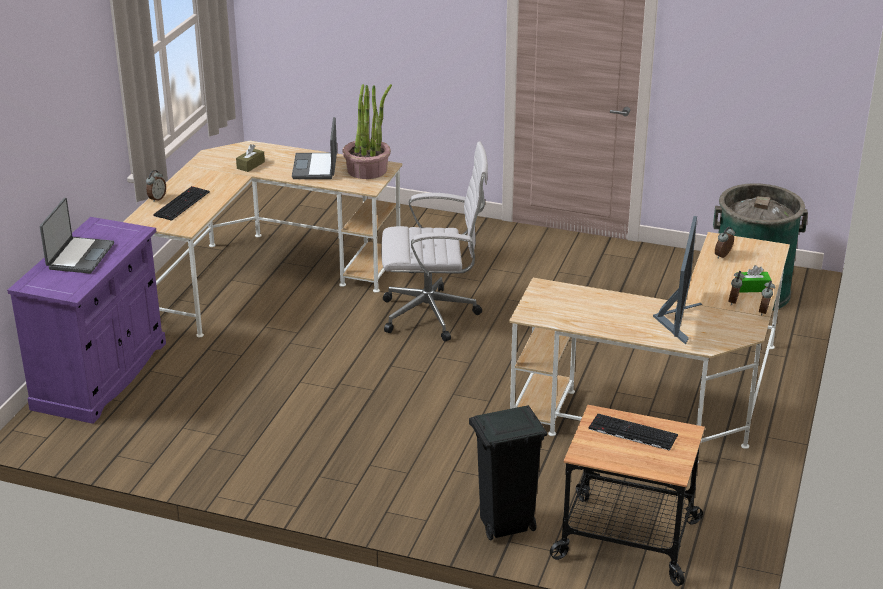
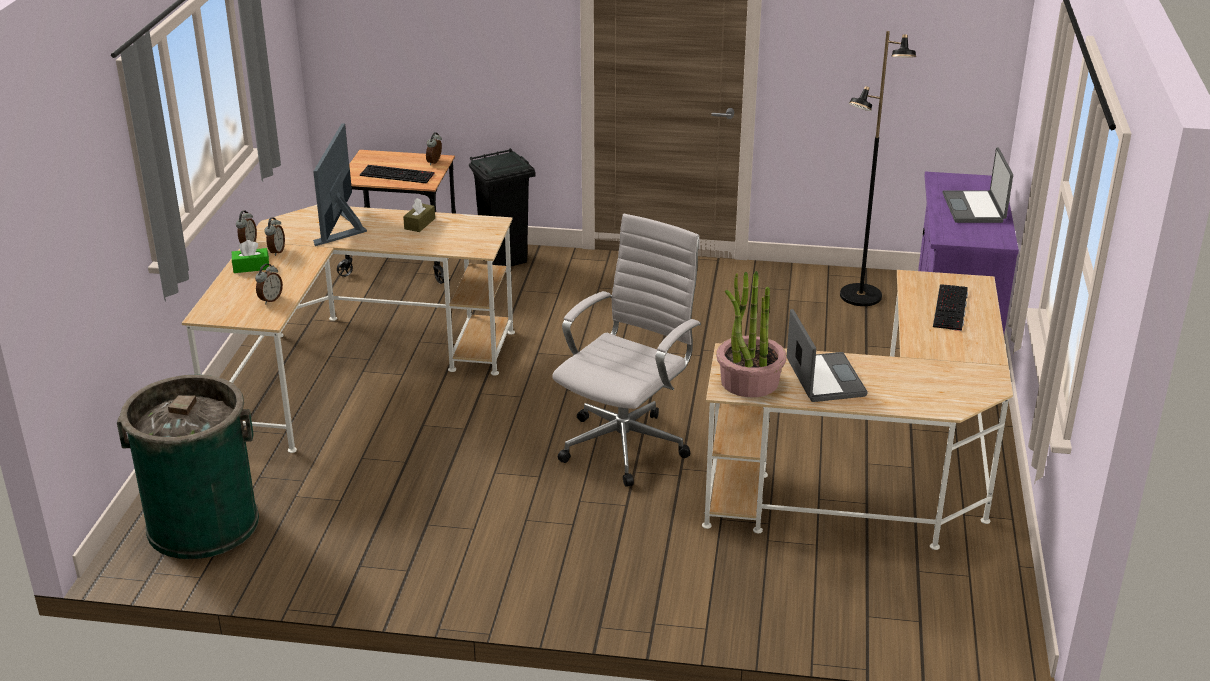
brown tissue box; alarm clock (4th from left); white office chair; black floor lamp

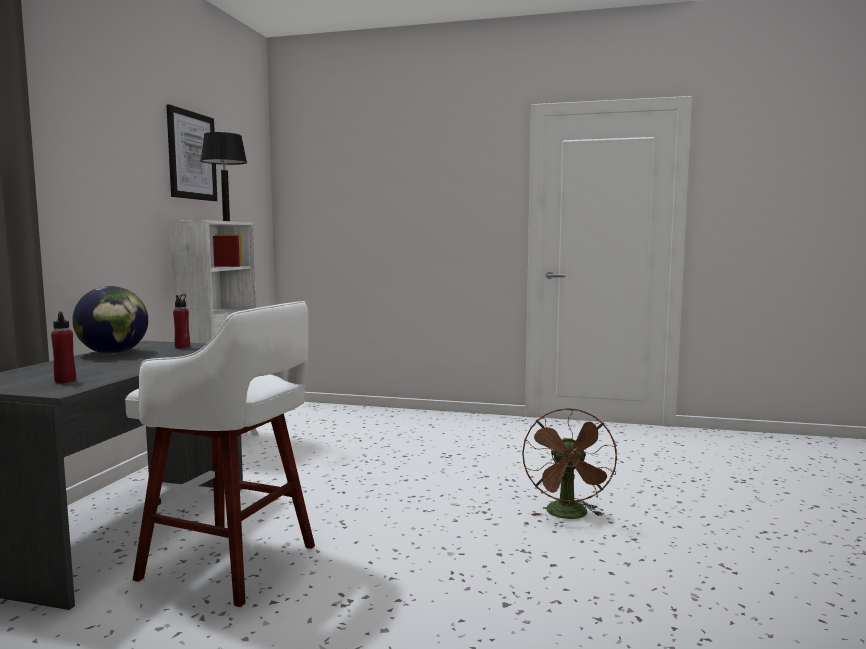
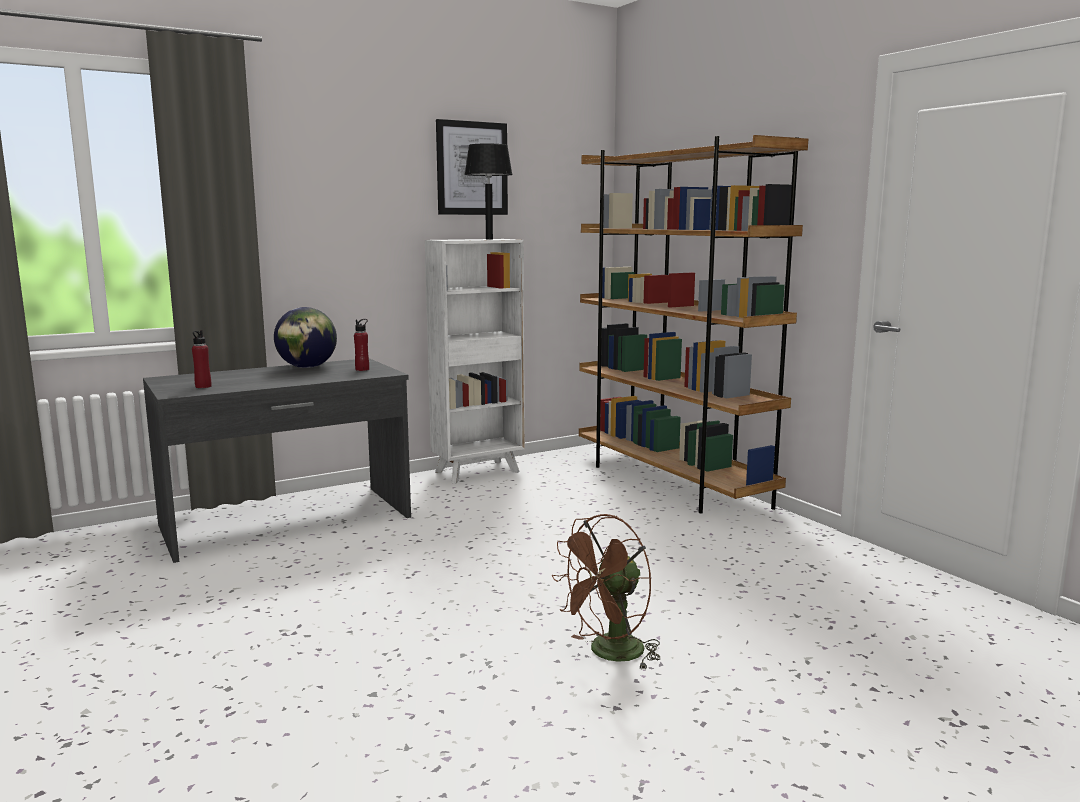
brown bookcase; white stool

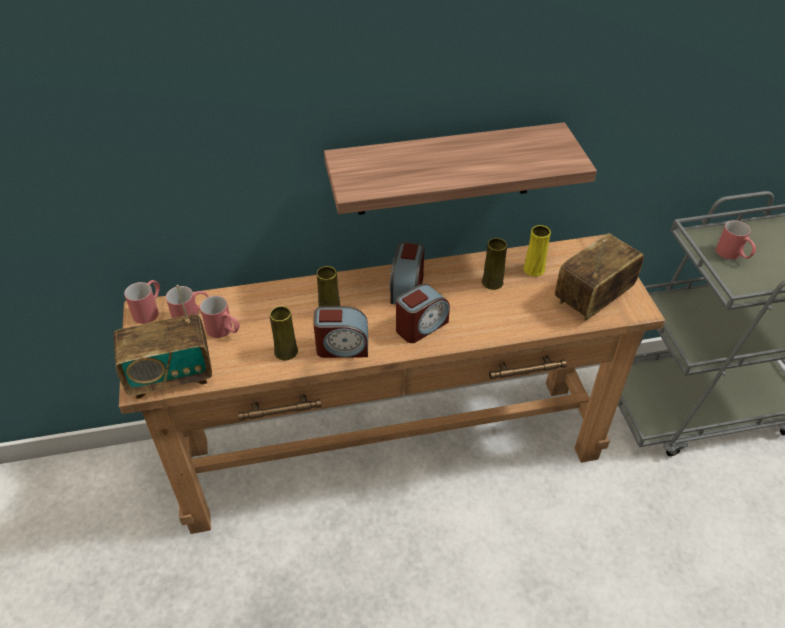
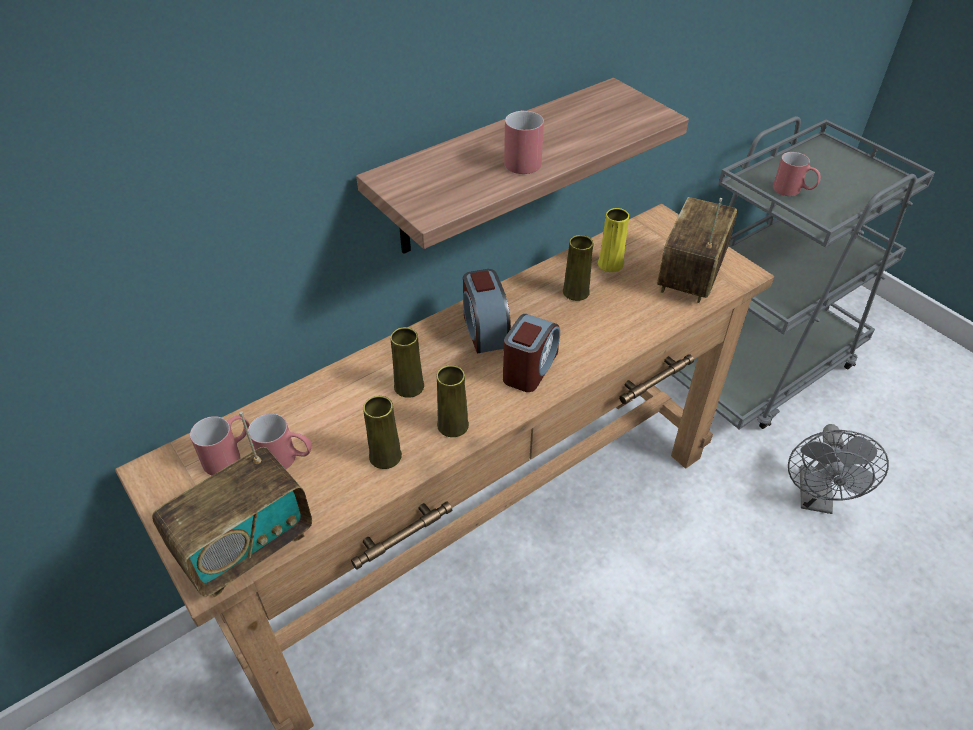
yellow vase (3rd from left); red mug (3rd from left); grey fan

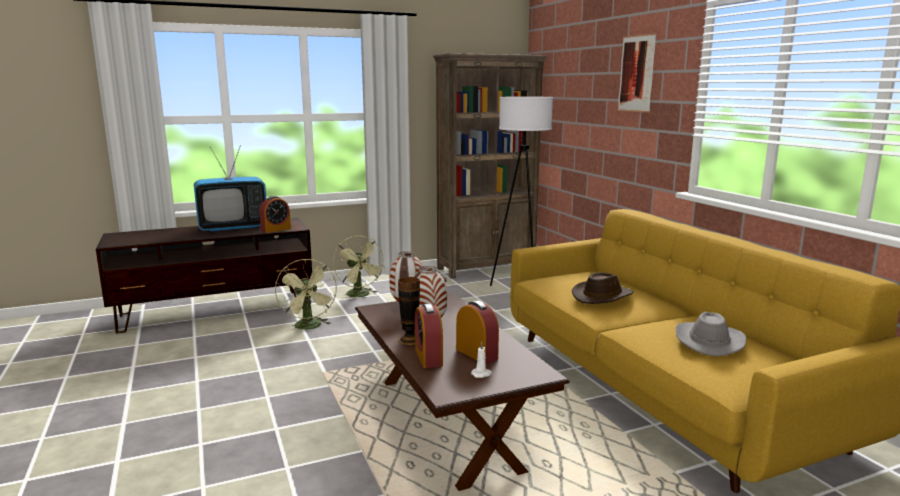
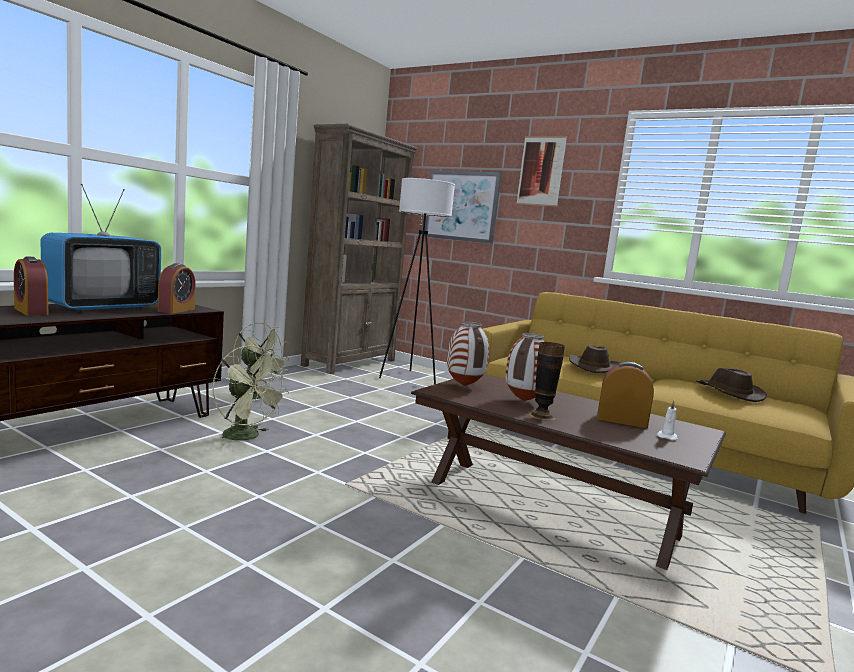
alarm clock (1st from left); picture (1st from left); brown hat (2nd from left)

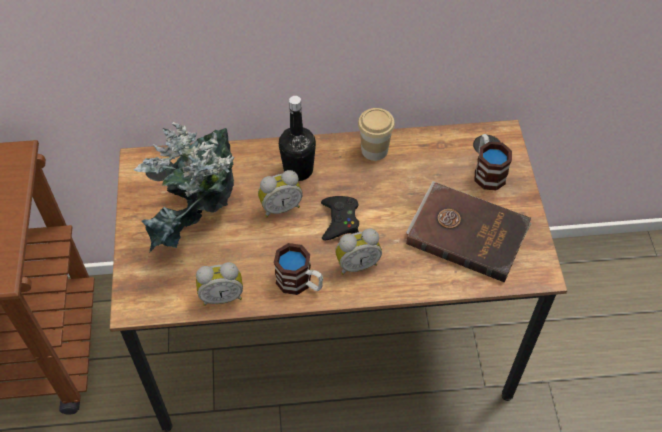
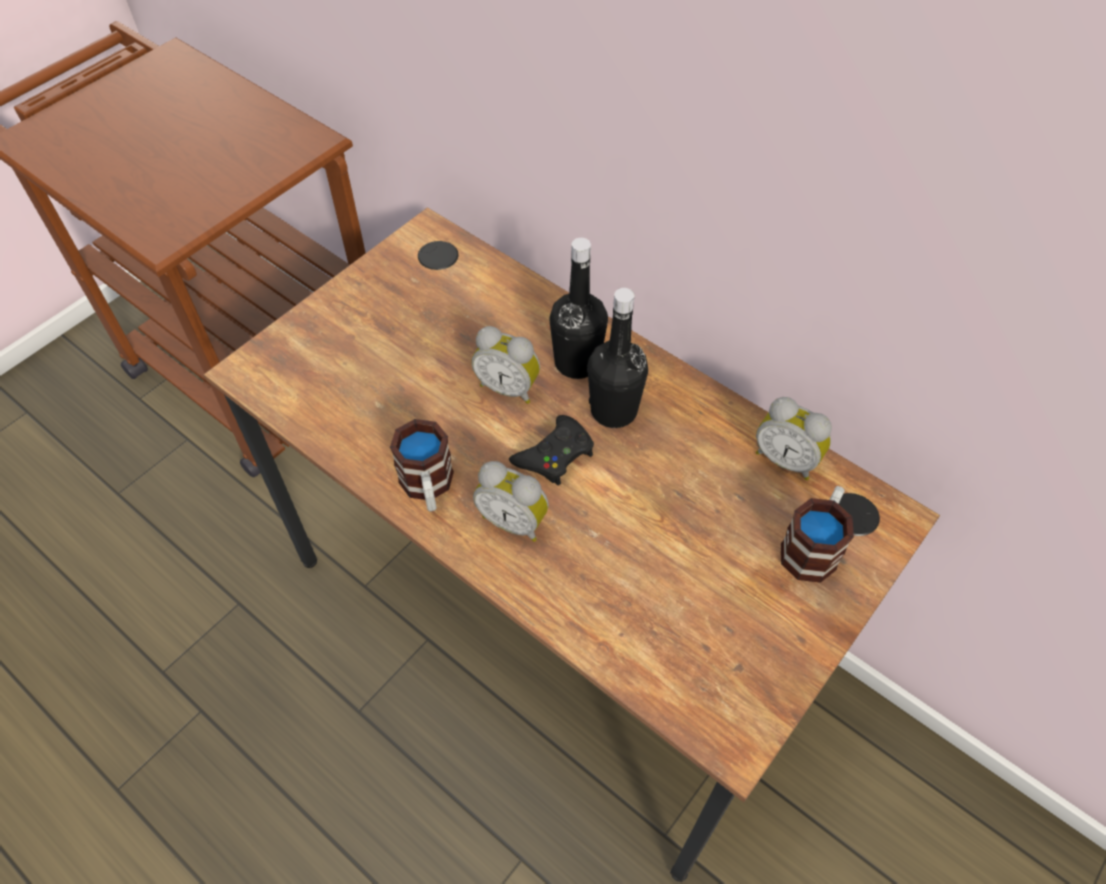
black bottle (2nd from left); alarm clock (3rd from left); potted plant; cup; brown book

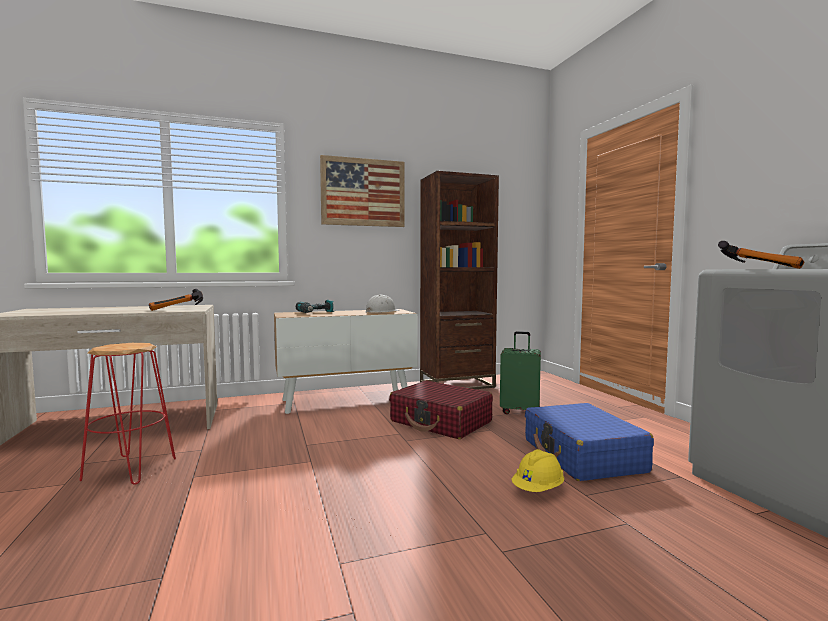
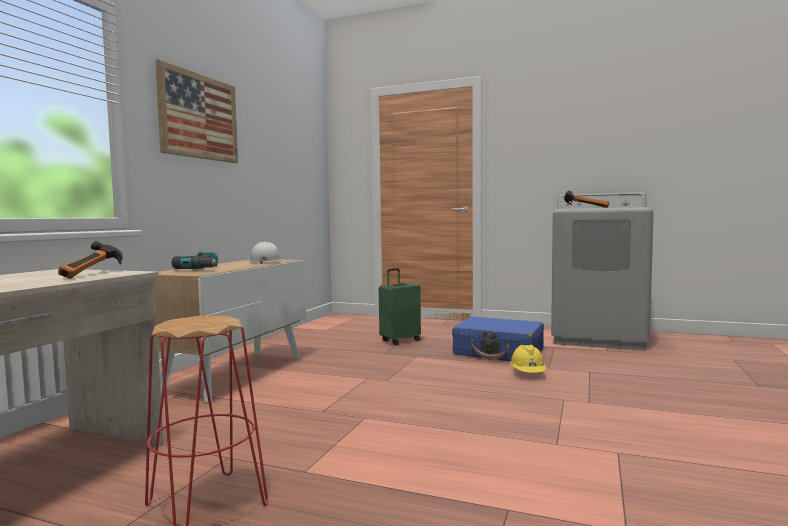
red suitcase; brown bookcase

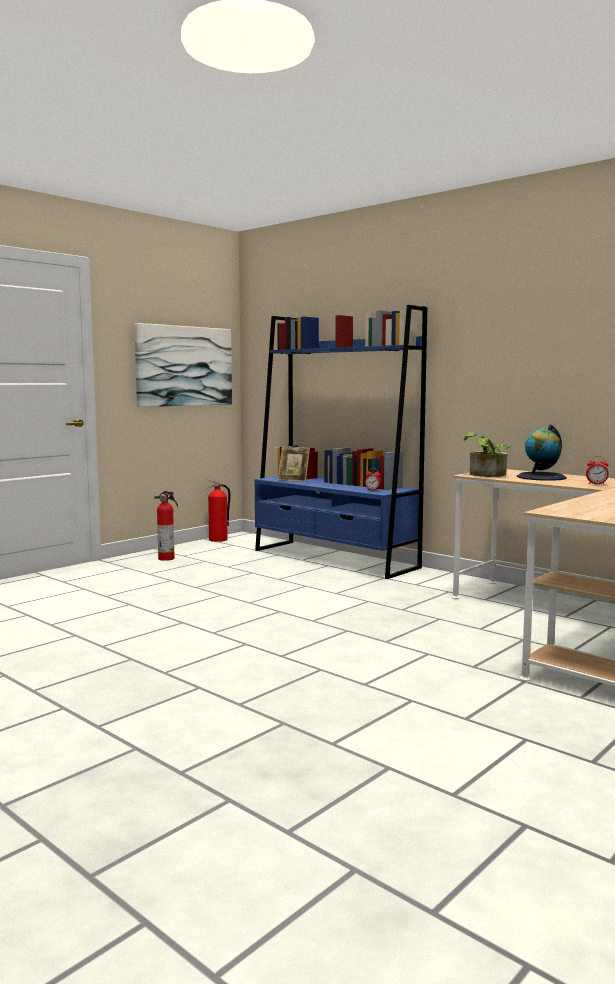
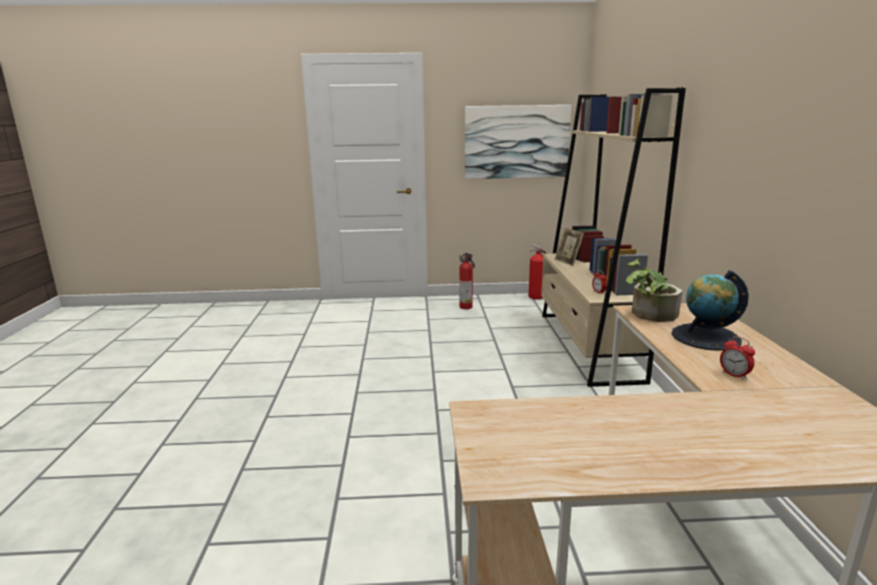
beige bookcase

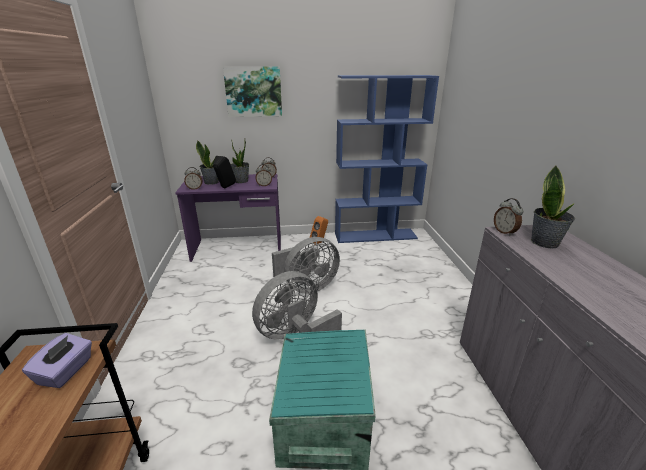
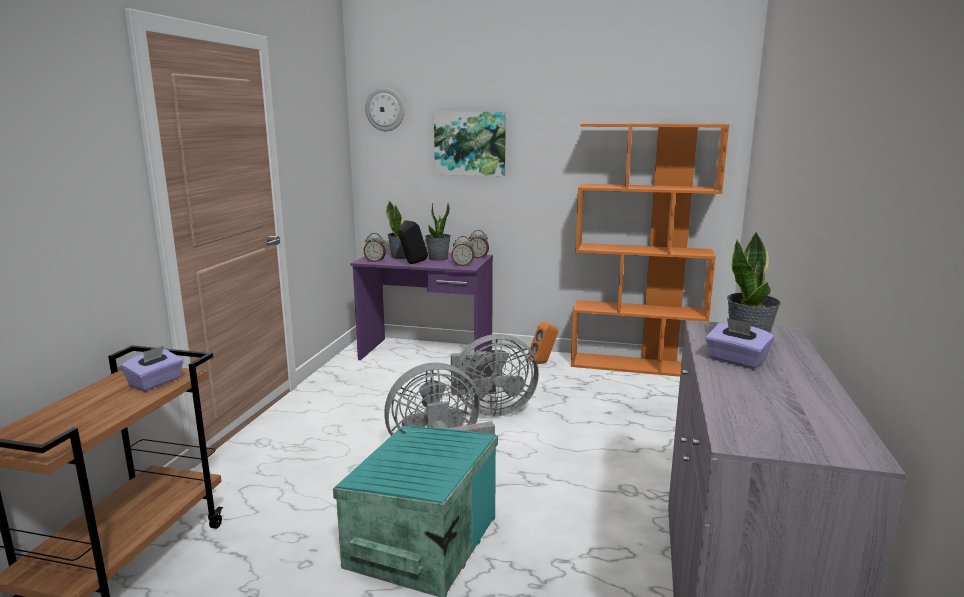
wall clock; orange bookcase; purple tissue box (2nd from left); alarm clock (4th from left in the first image)

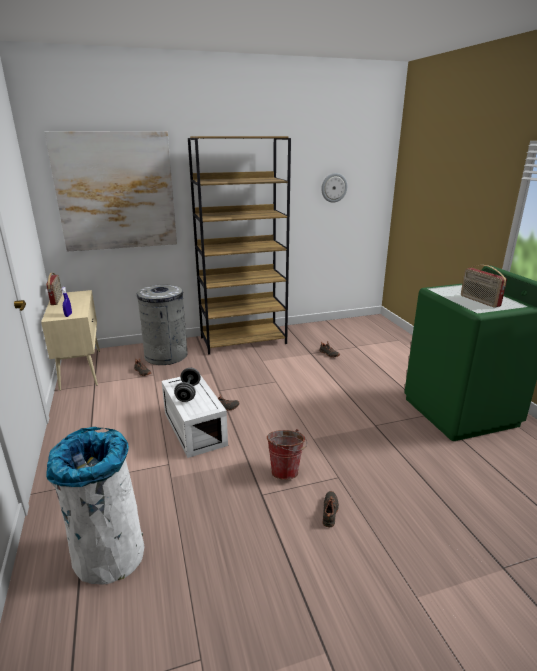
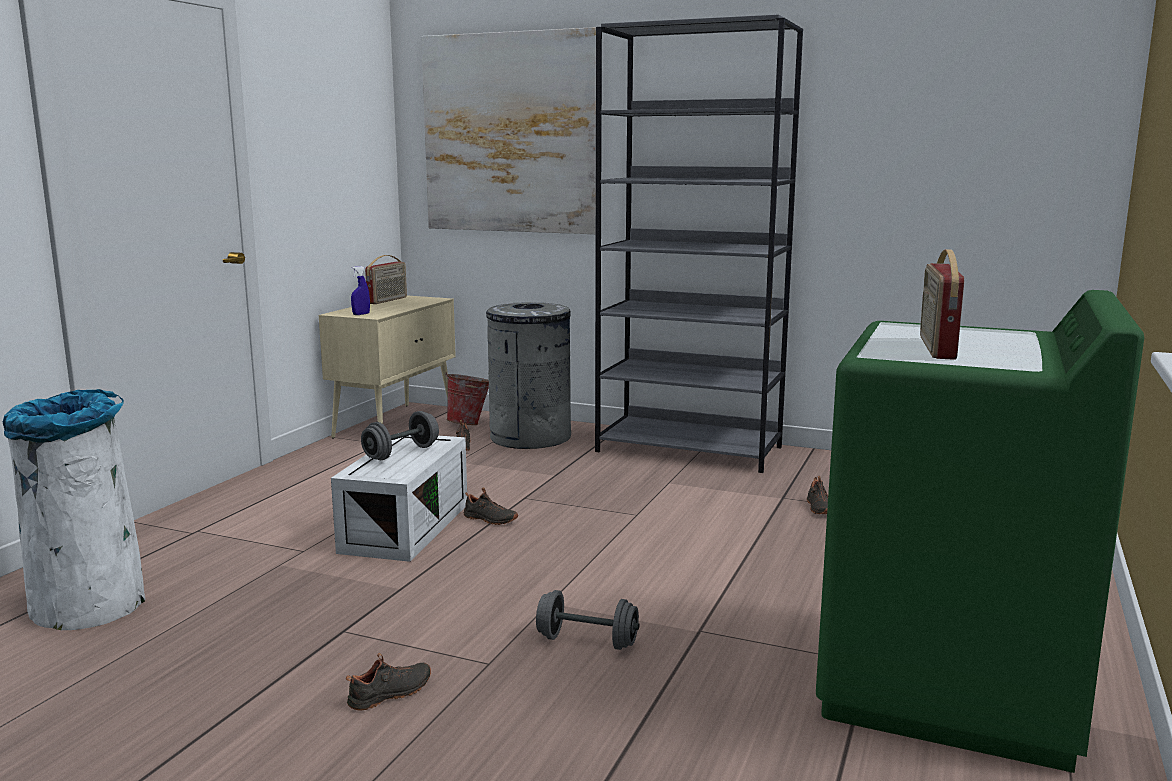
bucket; grey dumbbell (2nd from left); grey bookcase; wall clock

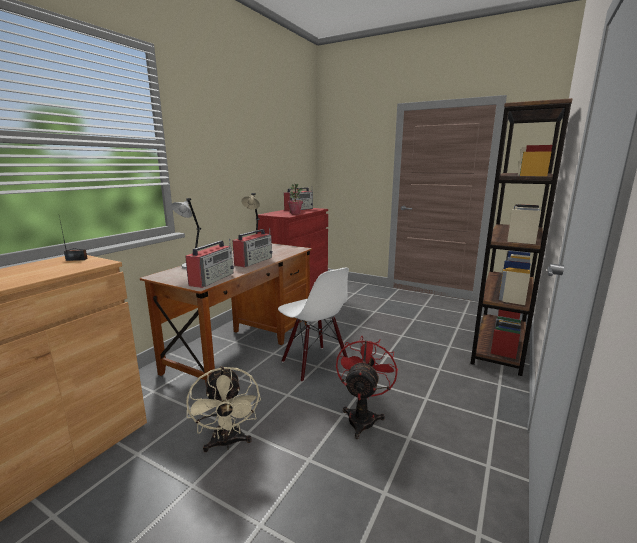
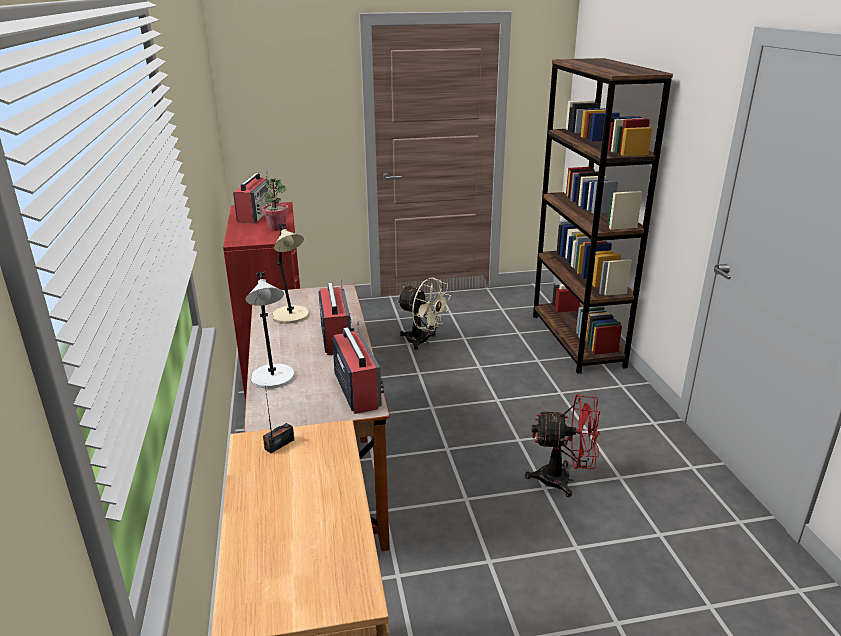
beige fan; red fan; white chair

